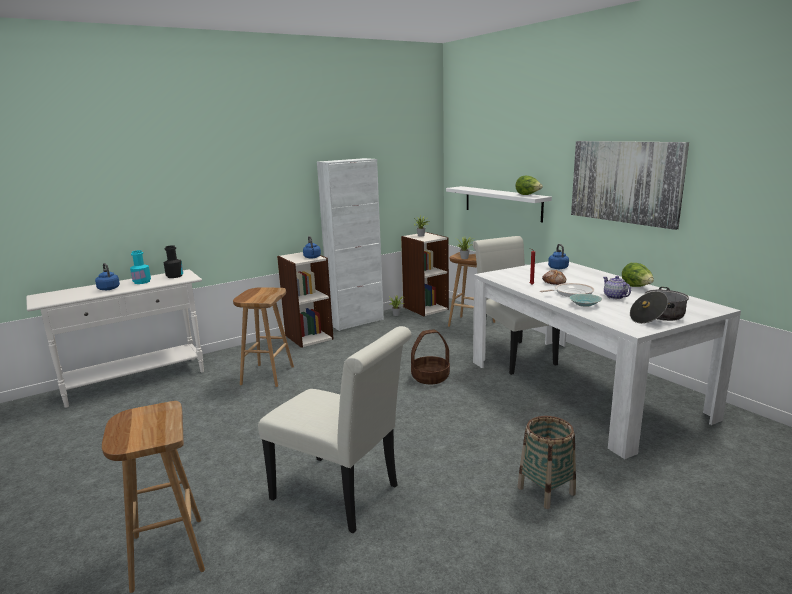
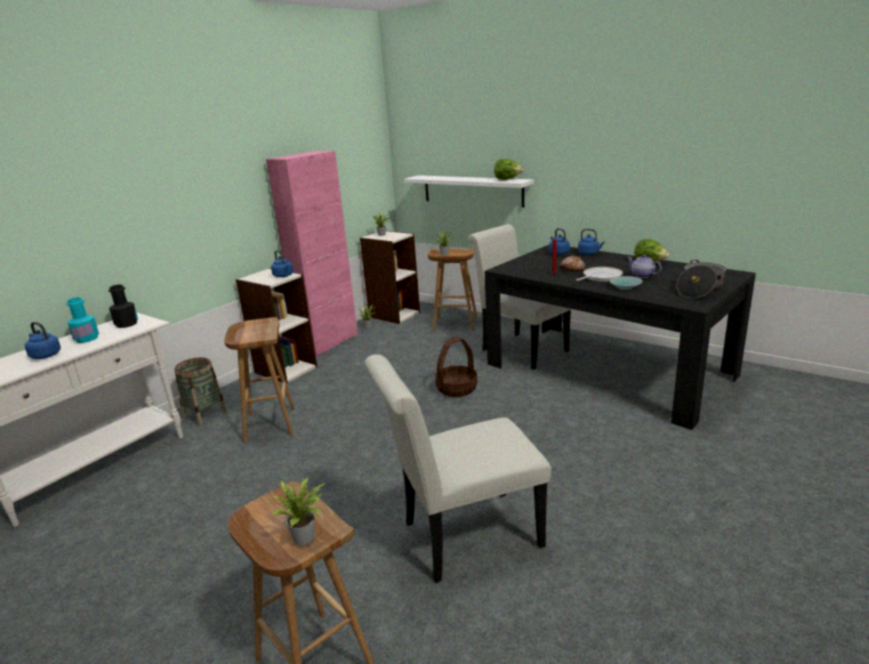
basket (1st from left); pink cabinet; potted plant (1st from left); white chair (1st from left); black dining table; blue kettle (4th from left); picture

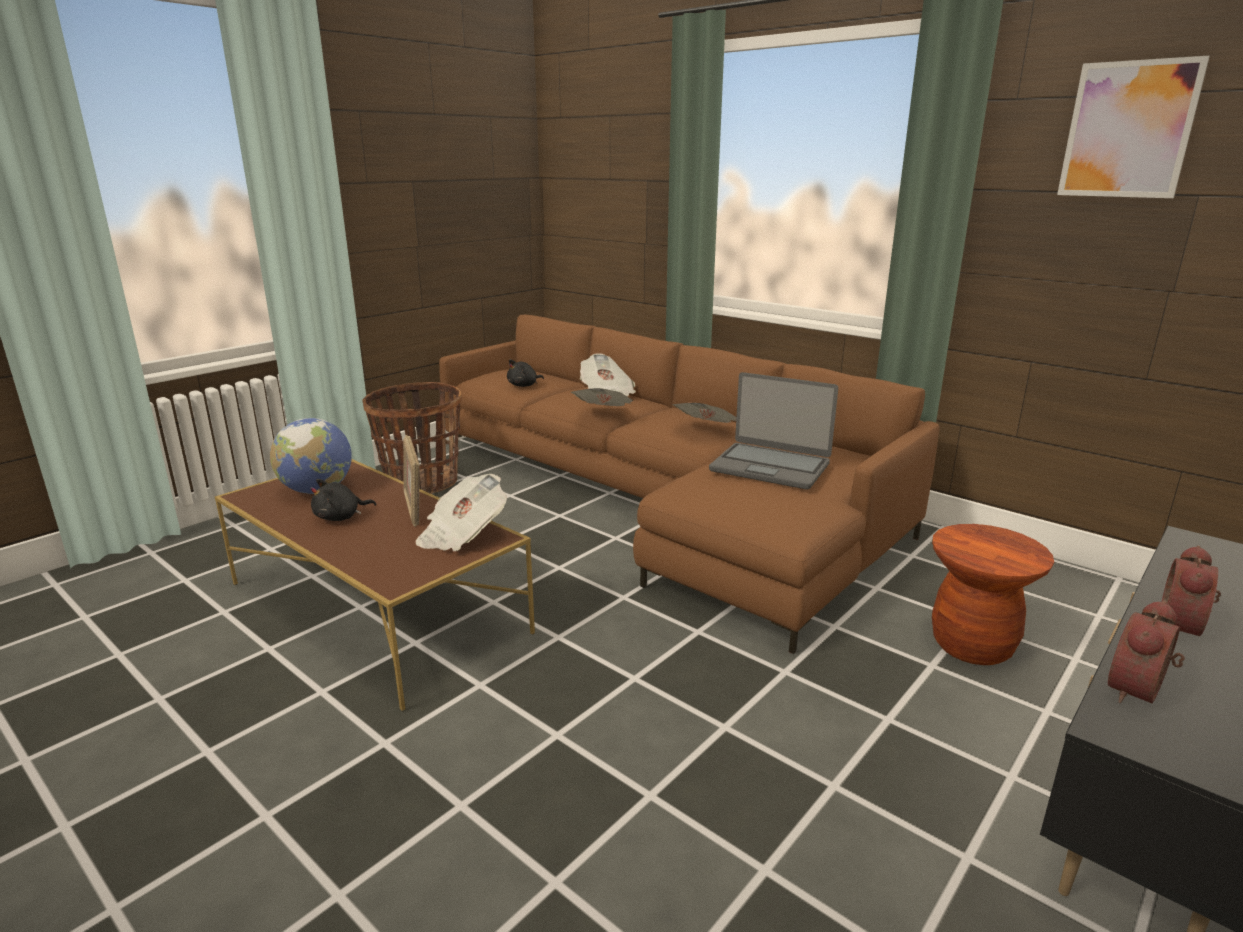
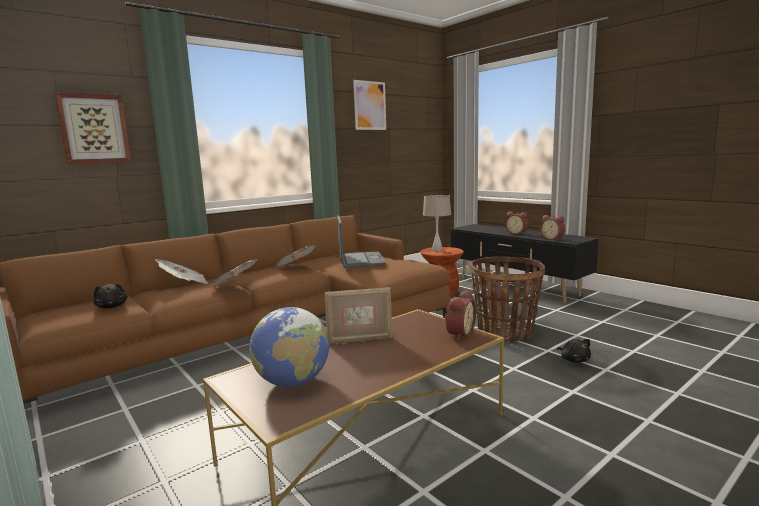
picture (1st from left); laptop; beige table lamp; alarm clock (1st from left); basket; black plush toy (2nd from left); newspaper (1st from left in the first image)

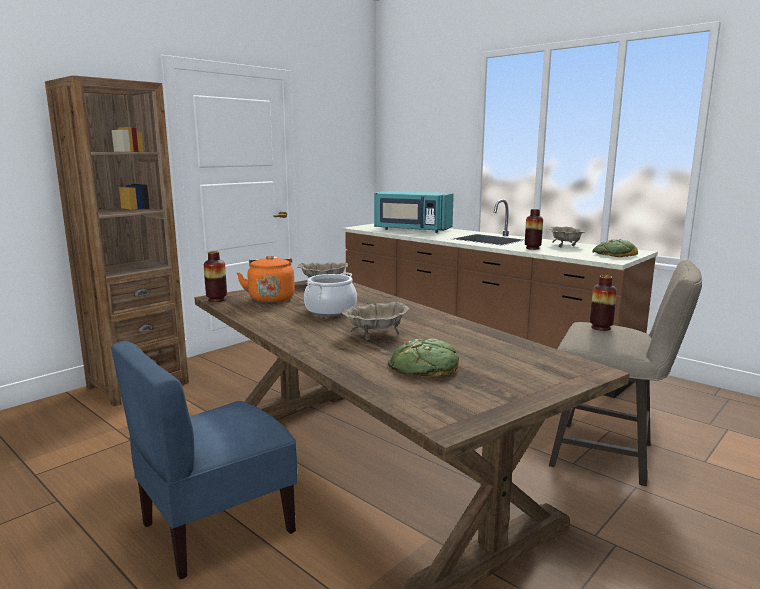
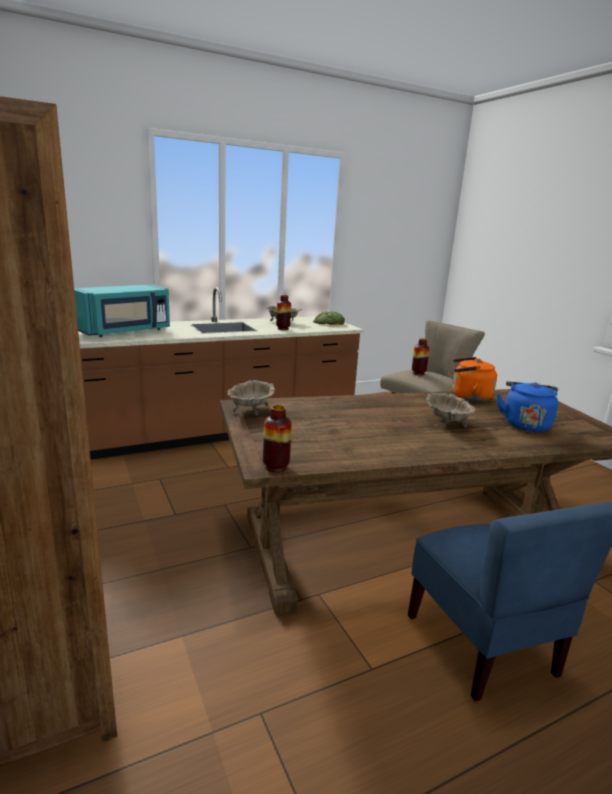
orange kettle; blue kettle; cooking pot

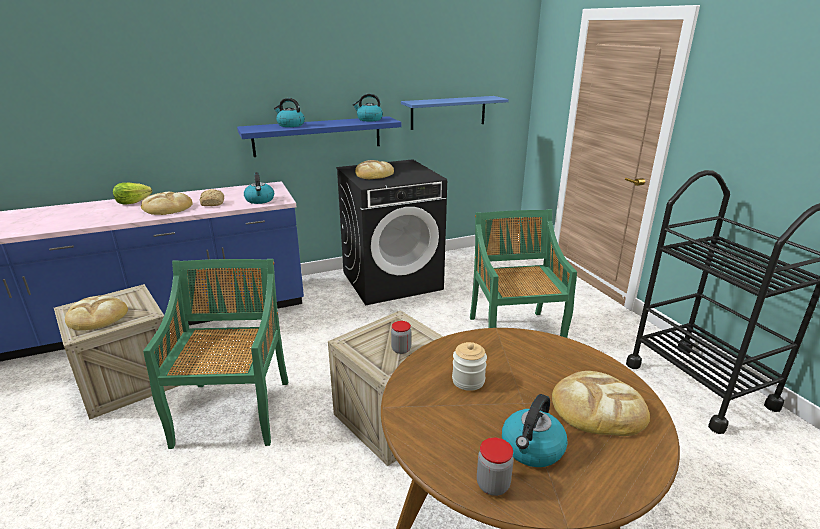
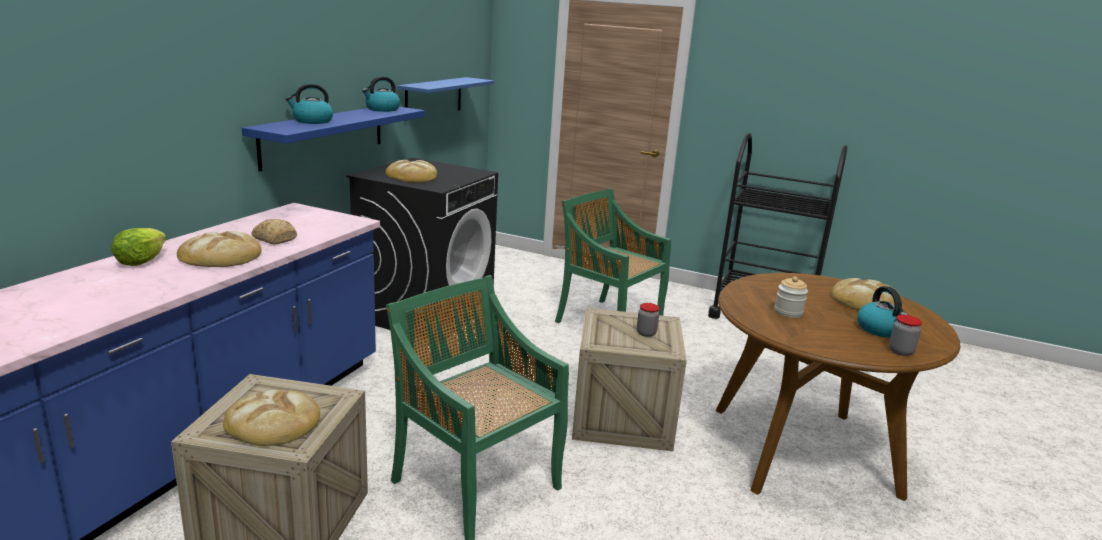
kettle (1st from left in the first image)

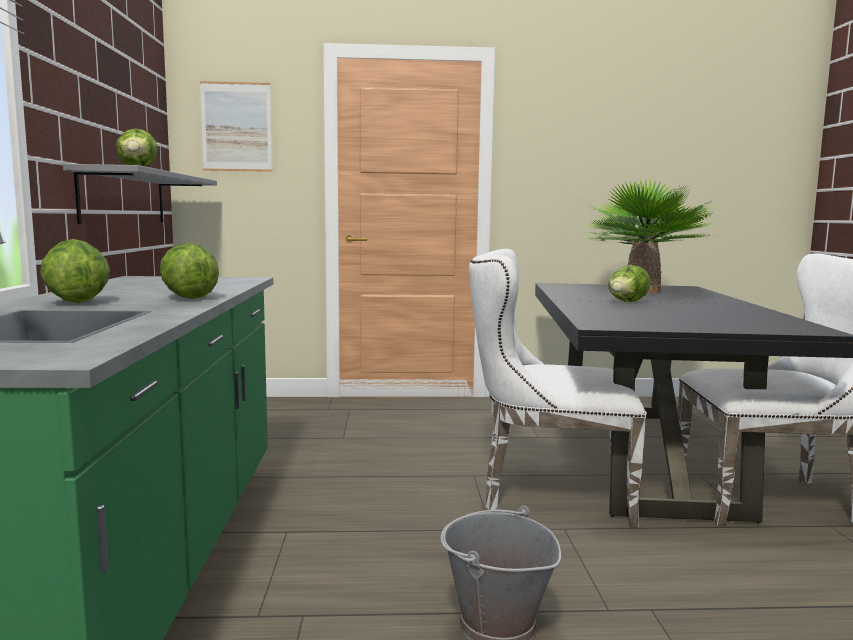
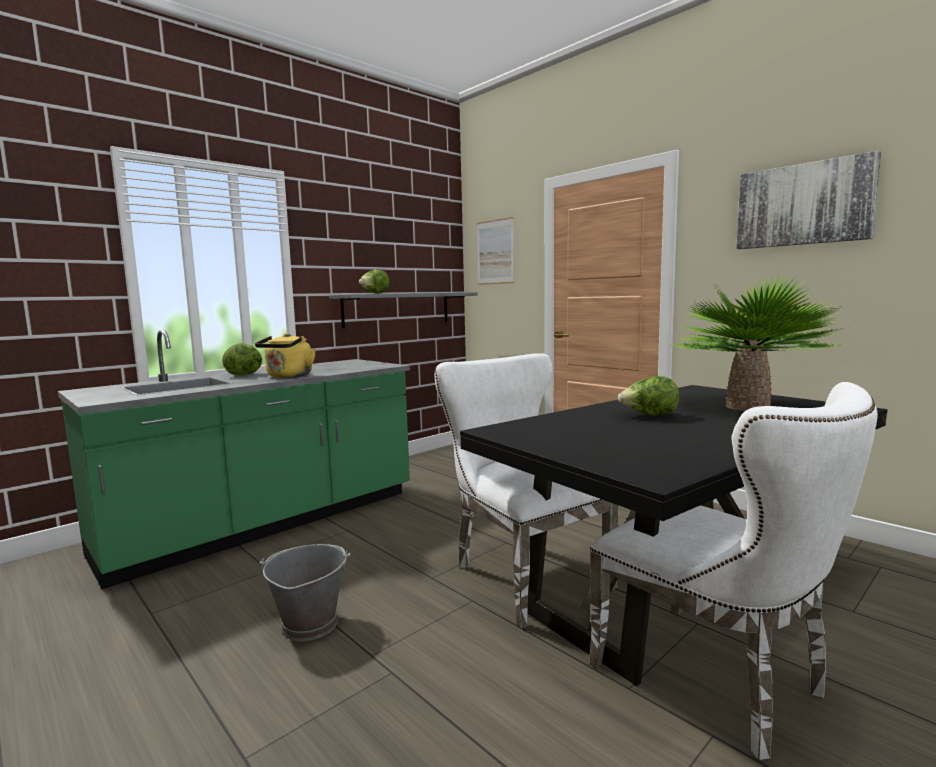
yellow kettle; picture (2nd from left)

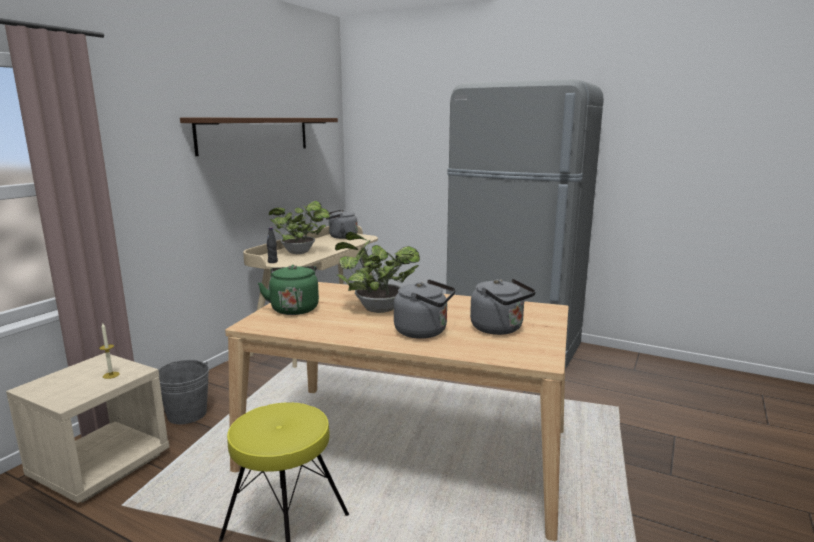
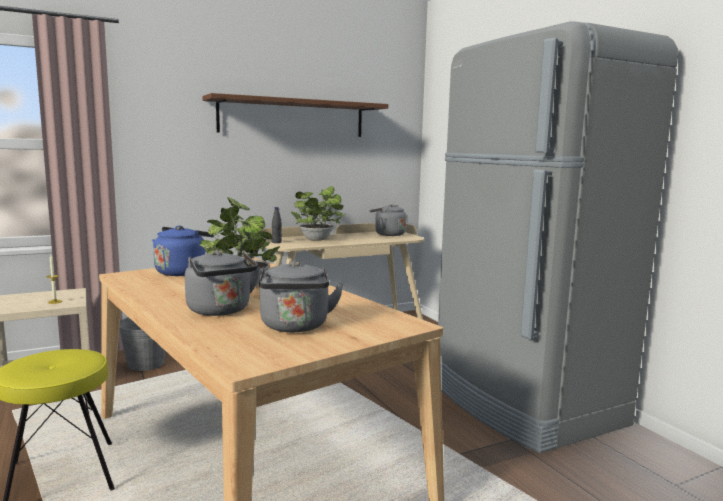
blue kettle

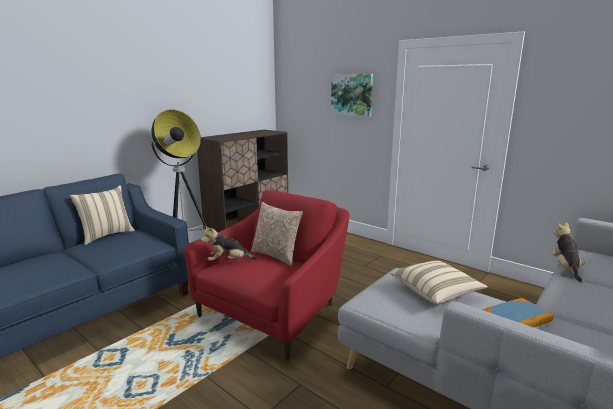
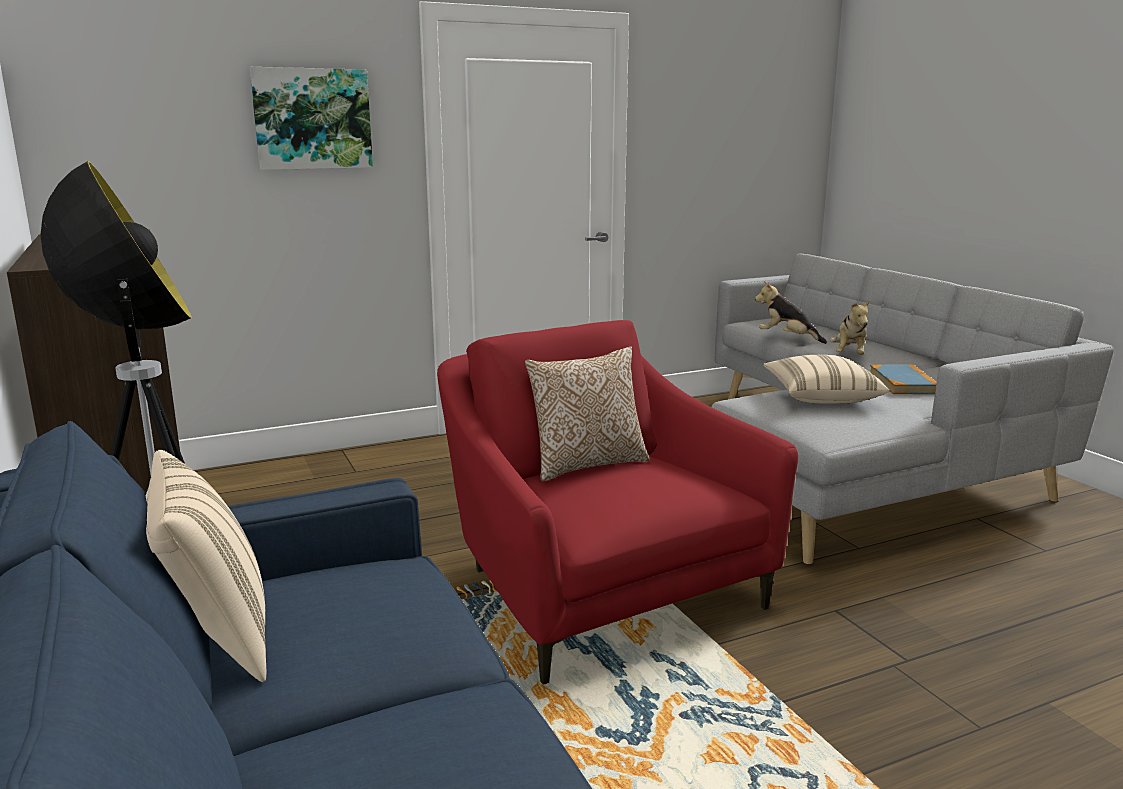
plush toy (2nd from left)

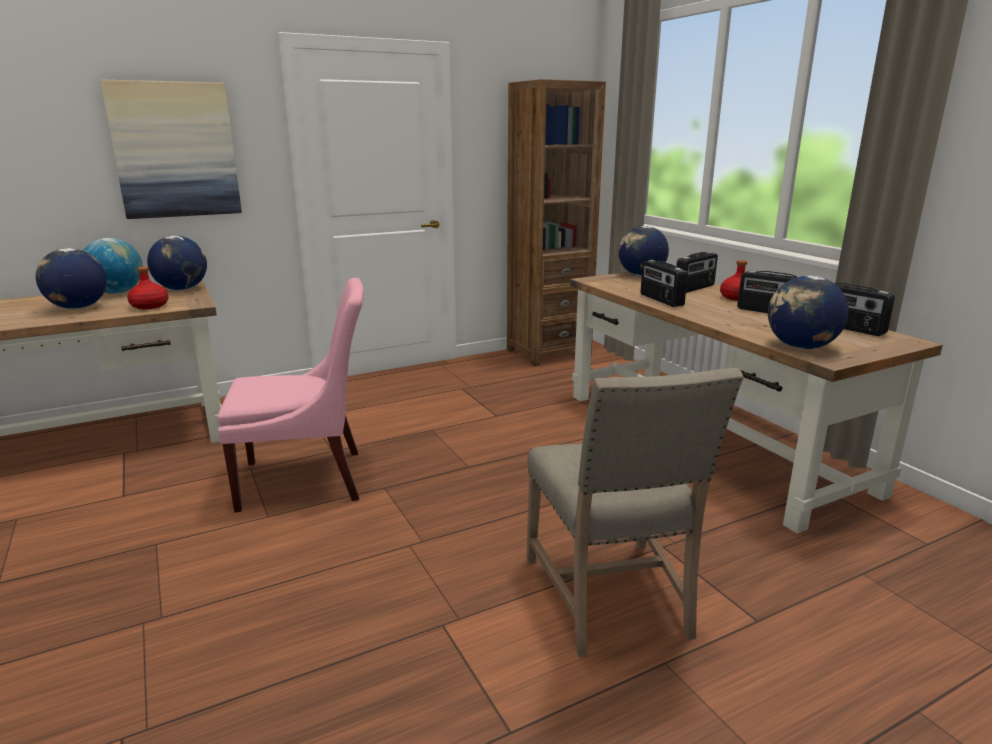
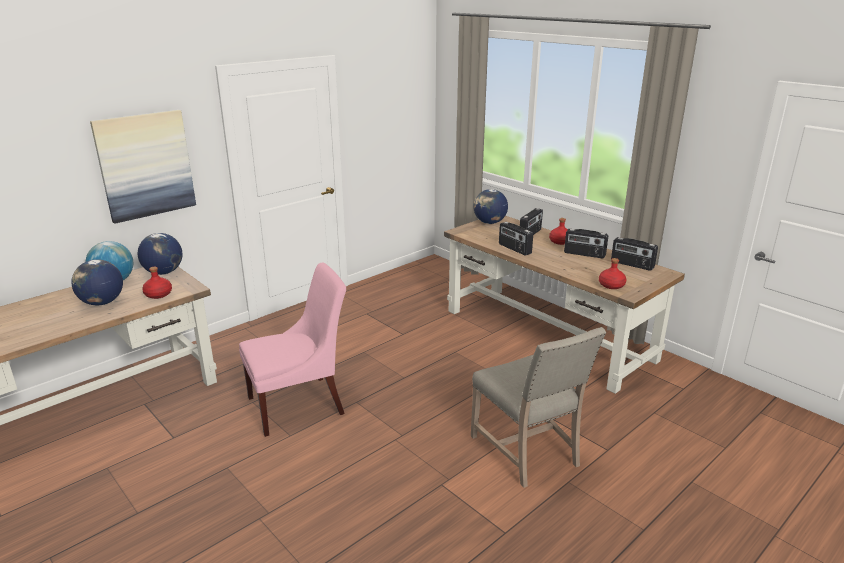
red bottle (3rd from left); brown bookcase

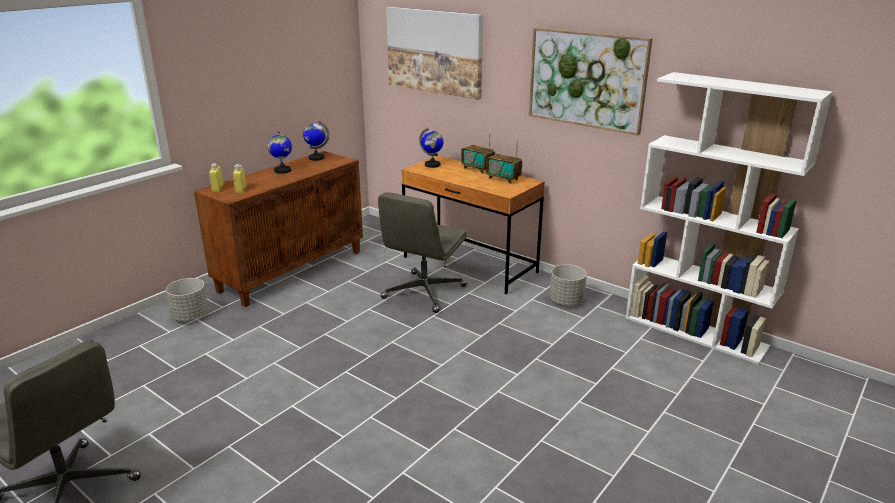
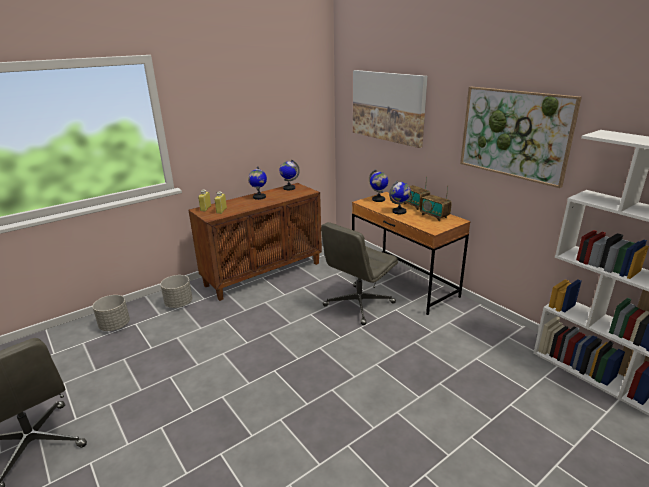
grey planter (1st from left); globe (4th from left)

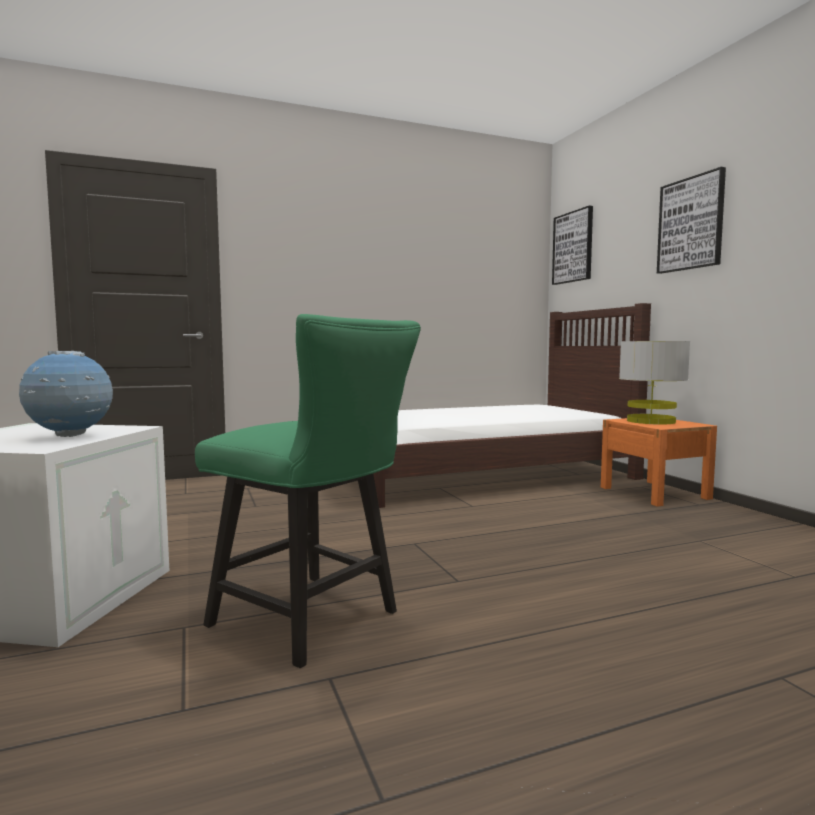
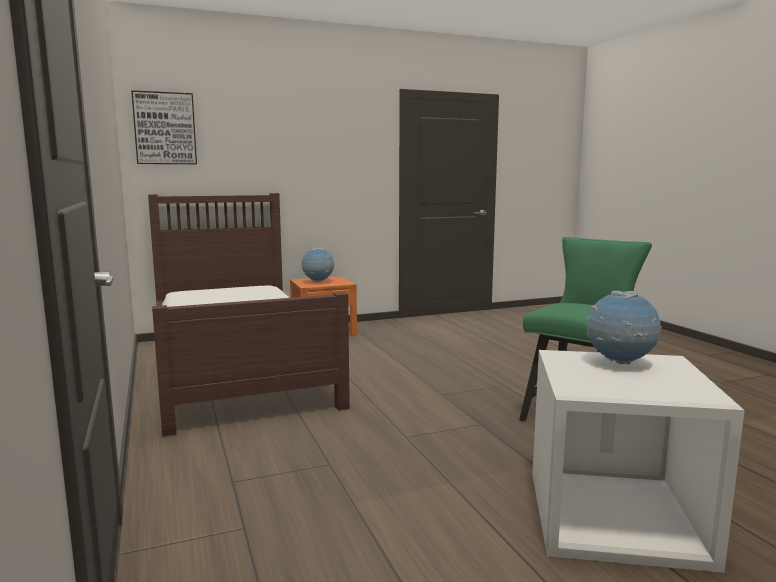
globe (1st from left); picture (2nd from left in the first image)

